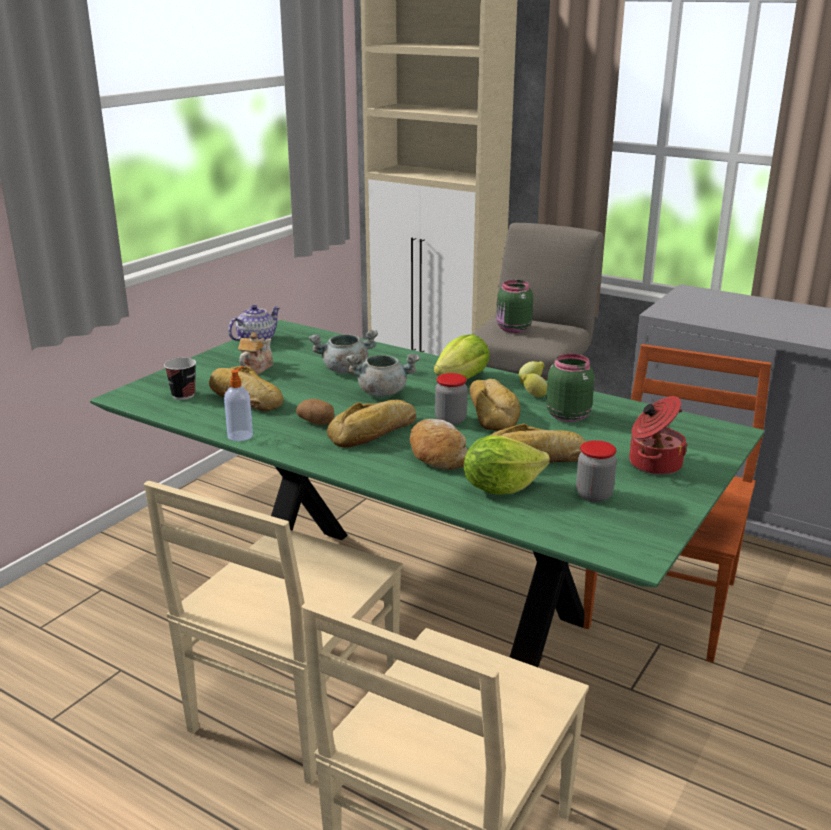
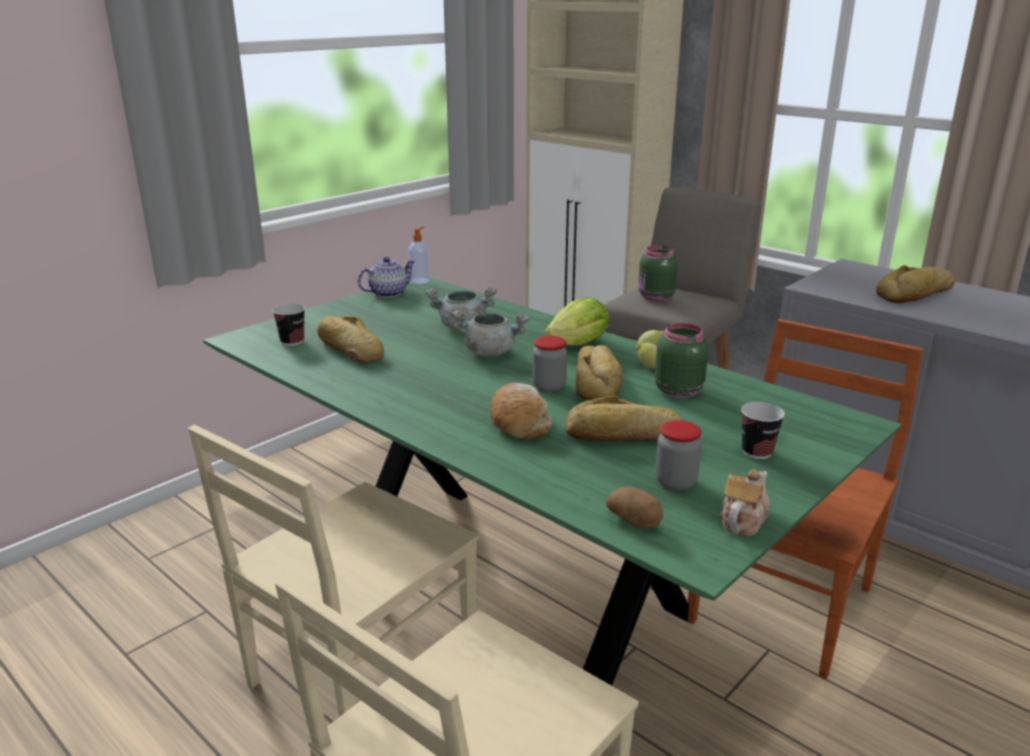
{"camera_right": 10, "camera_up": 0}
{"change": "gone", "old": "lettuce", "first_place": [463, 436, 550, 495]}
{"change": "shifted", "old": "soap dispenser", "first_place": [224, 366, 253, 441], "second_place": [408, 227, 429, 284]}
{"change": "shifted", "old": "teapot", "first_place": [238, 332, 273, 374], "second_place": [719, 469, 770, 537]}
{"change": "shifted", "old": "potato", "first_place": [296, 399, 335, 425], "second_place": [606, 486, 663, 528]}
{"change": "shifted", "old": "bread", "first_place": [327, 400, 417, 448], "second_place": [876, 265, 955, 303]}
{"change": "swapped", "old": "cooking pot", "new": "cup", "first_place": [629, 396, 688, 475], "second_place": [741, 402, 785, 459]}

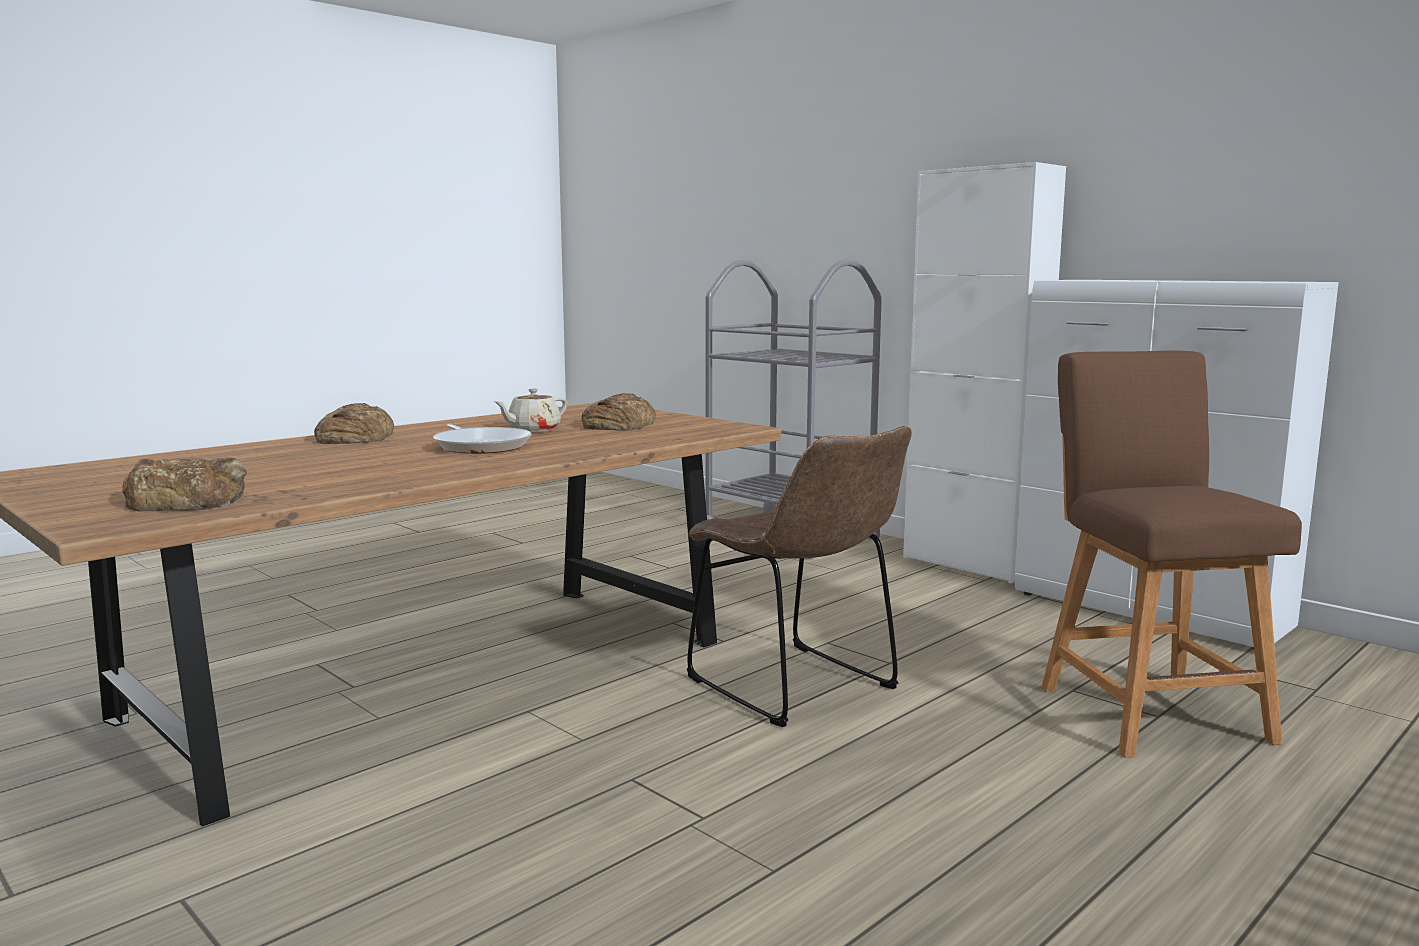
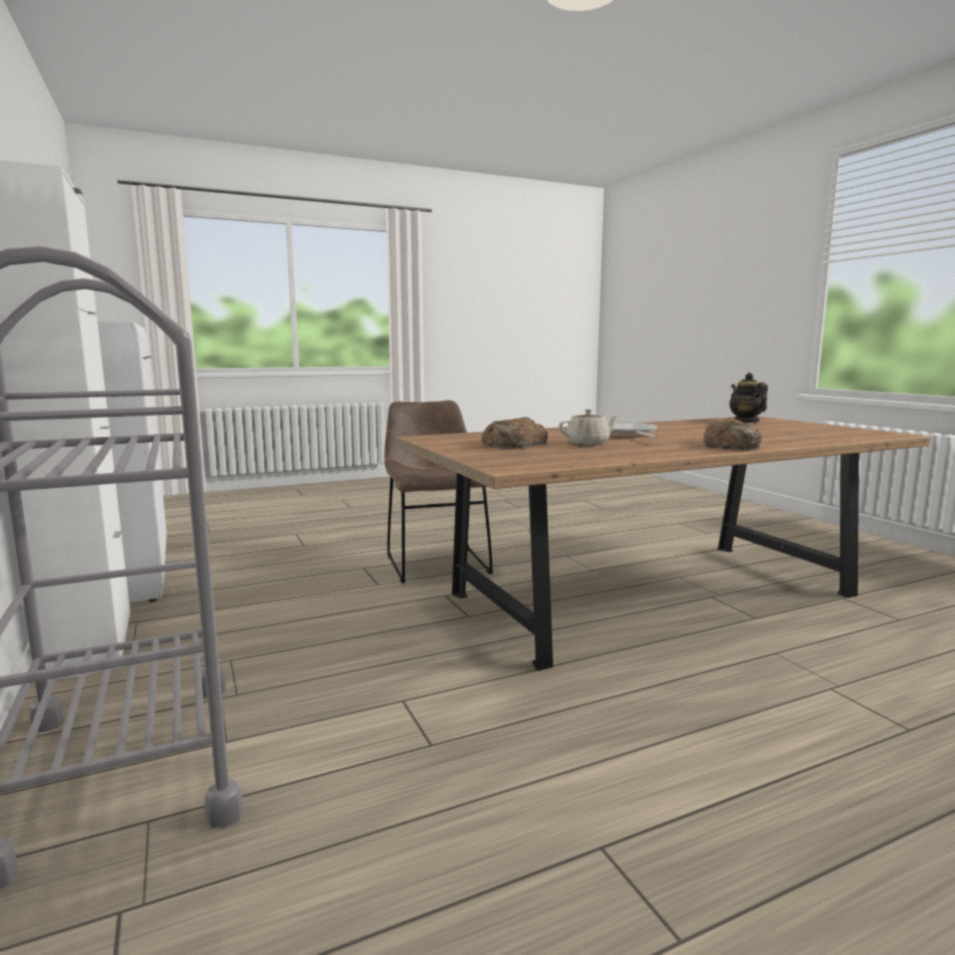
{"camera_right": -160, "camera_up": 0}
{"change": "gone", "old": "brown stool", "first_place": [1041, 351, 1302, 758]}
{"change": "swapped", "old": "bread", "new": "teapot", "first_place": [122, 457, 247, 512], "second_place": [729, 373, 768, 423]}

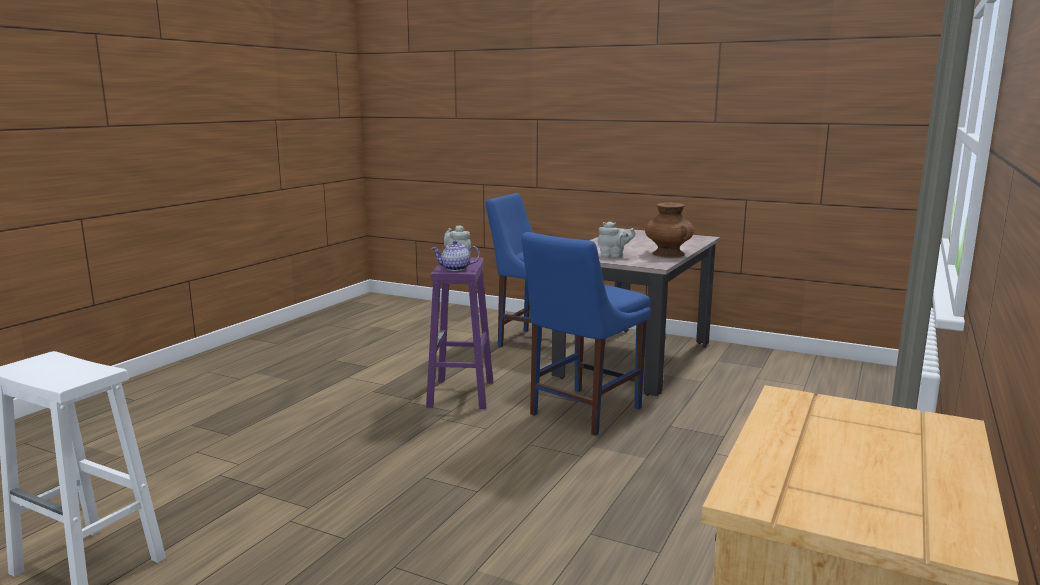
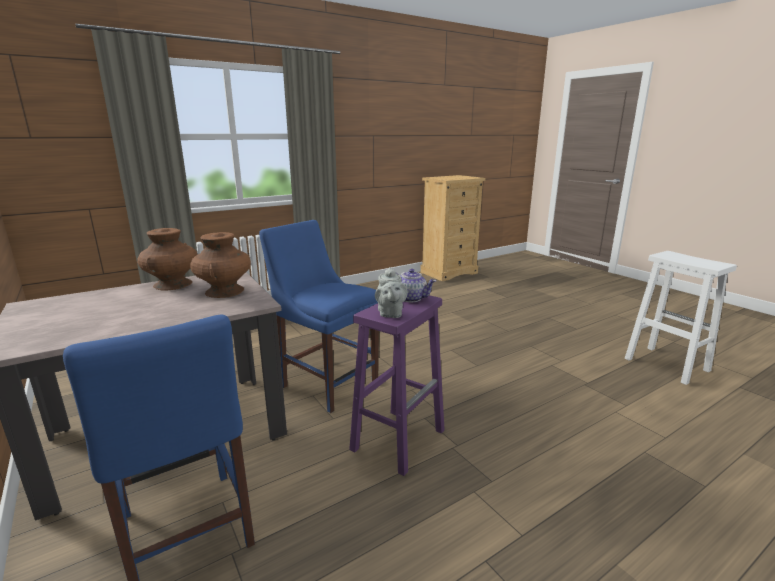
{"camera_right": -150, "camera_up": 5}
{"change": "swapped", "old": "grey teapot", "new": "brown vase", "first_place": [597, 222, 635, 257], "second_place": [190, 232, 251, 298]}
{"change": "rotated", "old": "blue chair", "first_place": [521, 232, 651, 436], "second_place": [259, 220, 379, 413], "degrees": -120}

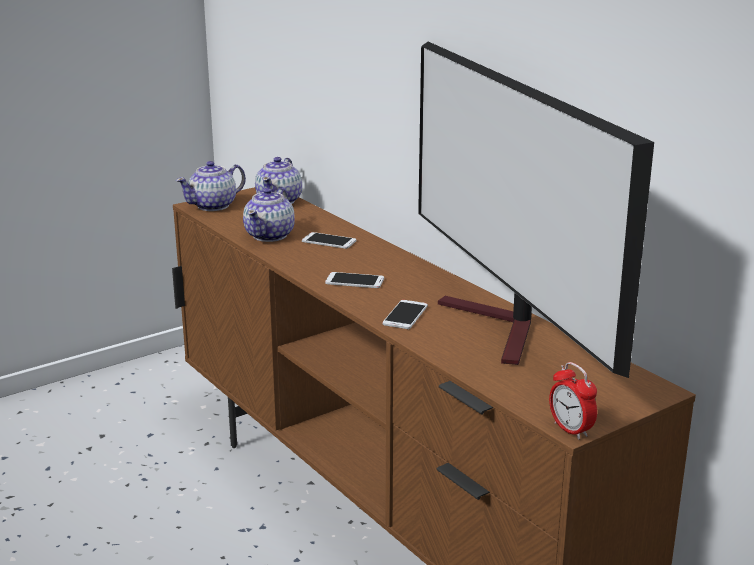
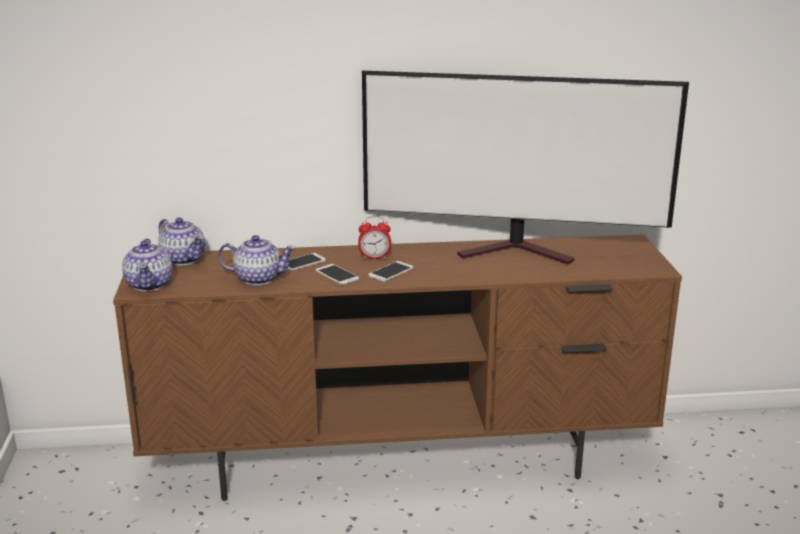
{"camera_right": -60, "camera_up": 0}
{"change": "shifted", "old": "phone", "first_place": [383, 300, 428, 329], "second_place": [316, 264, 359, 285]}
{"change": "shifted", "old": "alarm clock", "first_place": [549, 362, 597, 440], "second_place": [358, 216, 391, 259]}
{"change": "rotated", "old": "teapot", "first_place": [243, 188, 295, 242], "second_place": [218, 235, 296, 285], "degrees": -45}

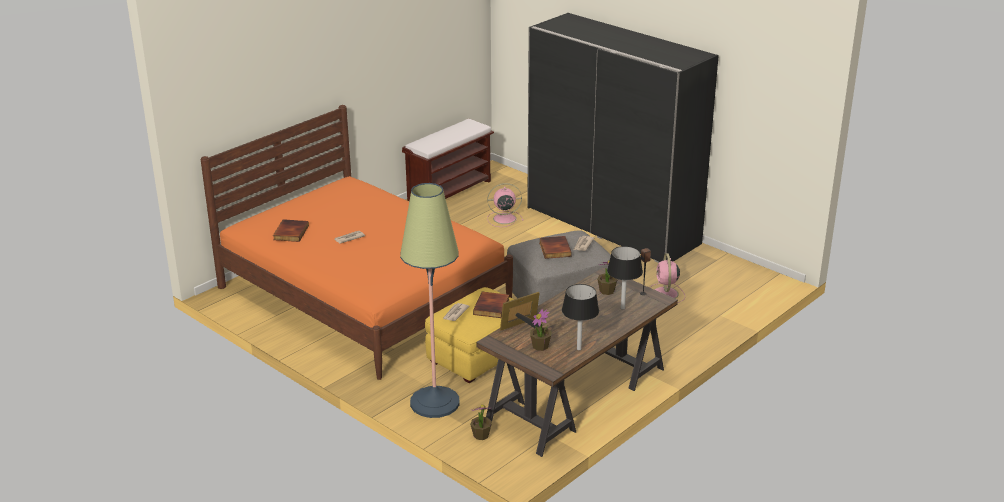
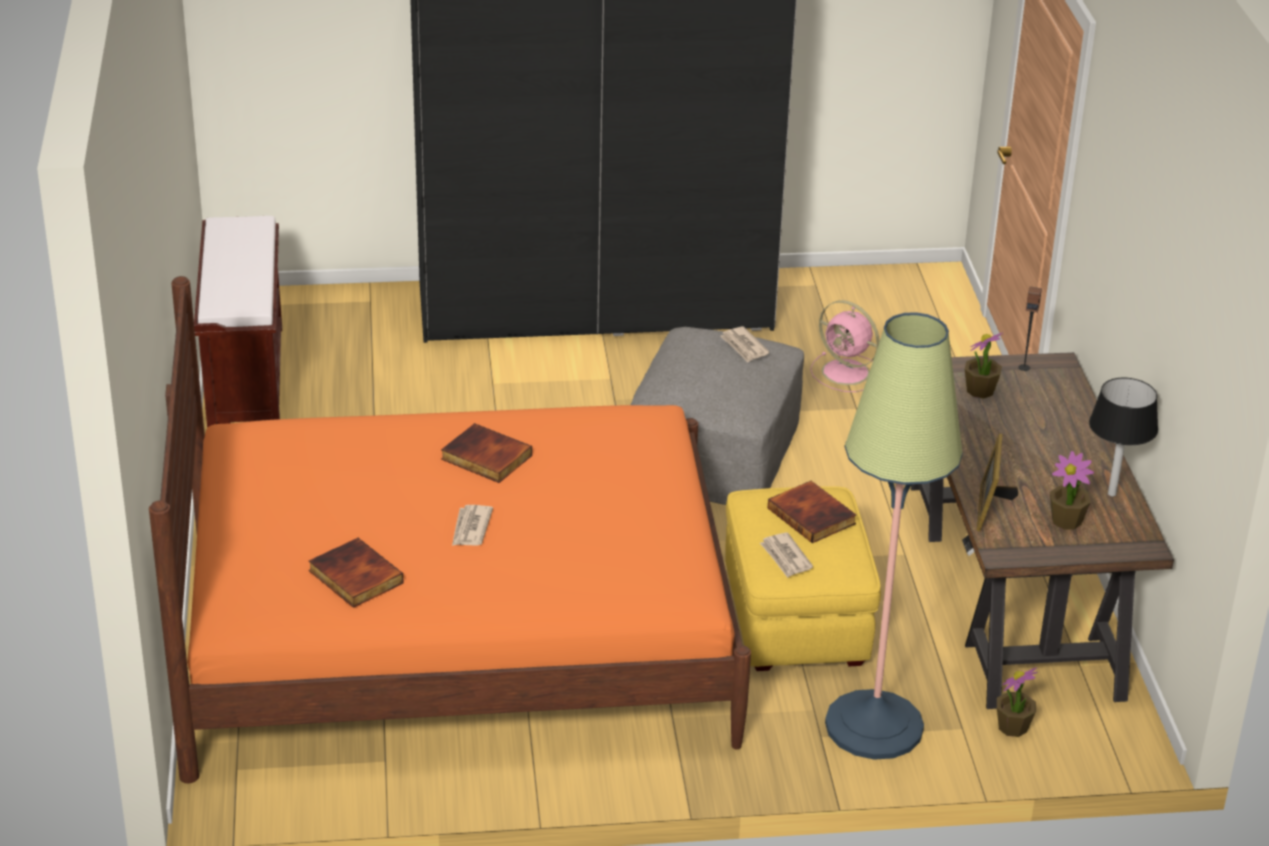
{"camera_right": -50, "camera_up": 5}
{"change": "gone", "old": "pink fan", "first_place": [487, 183, 523, 227]}
{"change": "gone", "old": "black table lamp", "first_place": [607, 246, 643, 310]}
{"change": "shifted", "old": "book", "first_place": [539, 236, 572, 259], "second_place": [441, 423, 532, 483]}

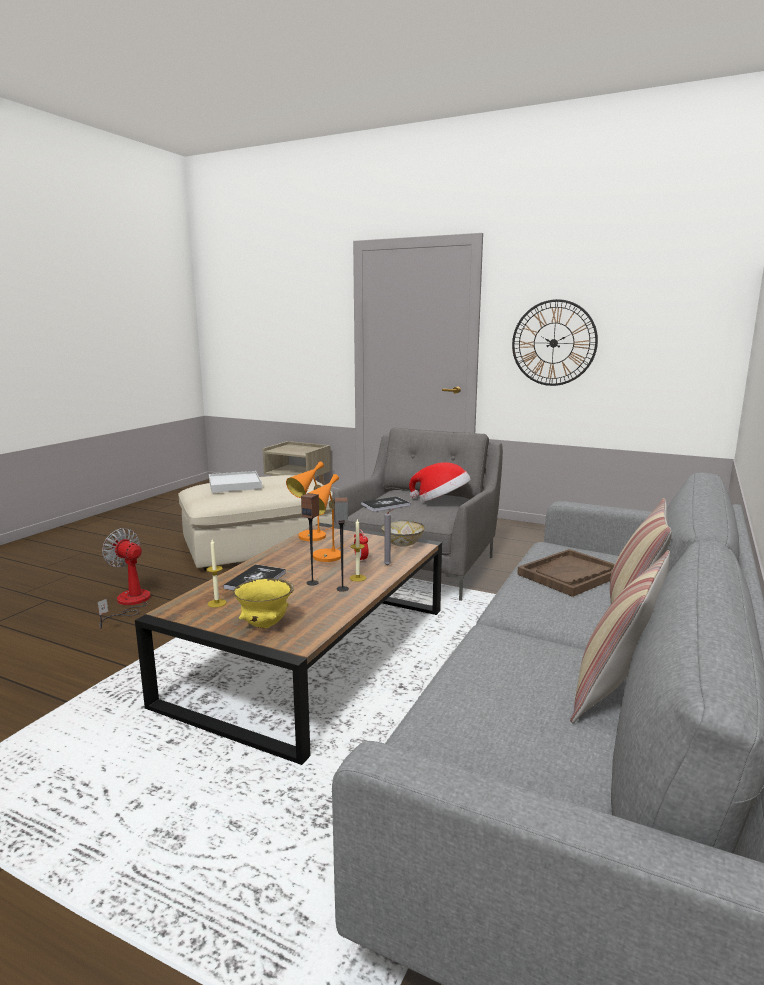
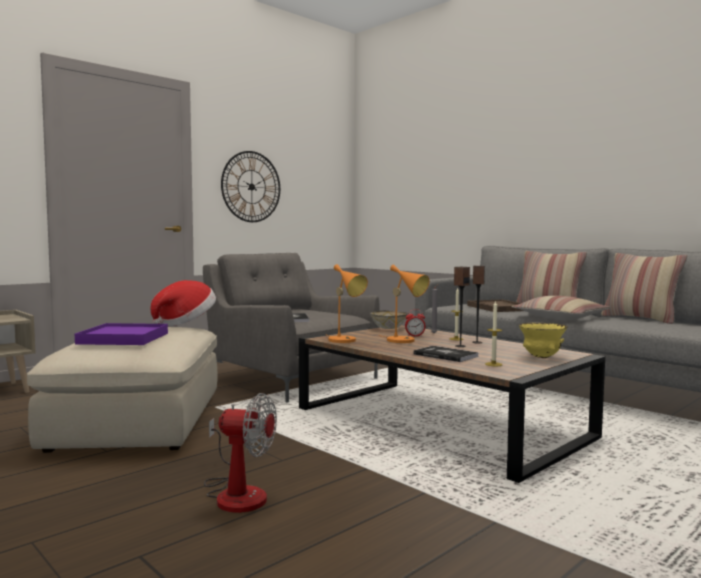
{"camera_right": -70, "camera_up": -10}
{"change": "new", "new": "pillow", "second_place": [512, 296, 610, 320]}
{"change": "shifted", "old": "hat", "first_place": [409, 462, 471, 502], "second_place": [150, 280, 216, 326]}
{"change": "repainted", "old": "white tray", "new": "purple tray", "first_place": [209, 471, 262, 493], "second_place": [75, 323, 168, 345]}
{"change": "rotated", "old": "fan", "first_place": [98, 528, 151, 629], "second_place": [204, 393, 277, 513], "degrees": -135}

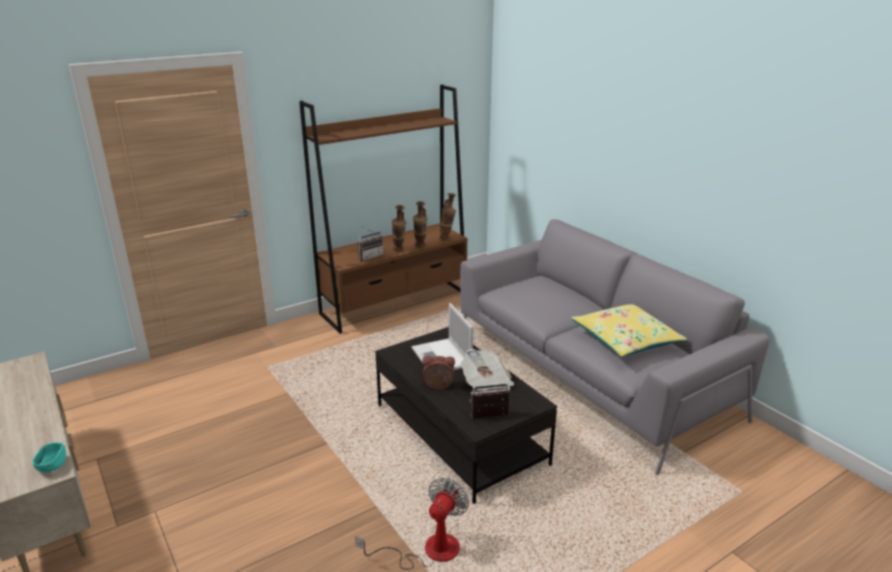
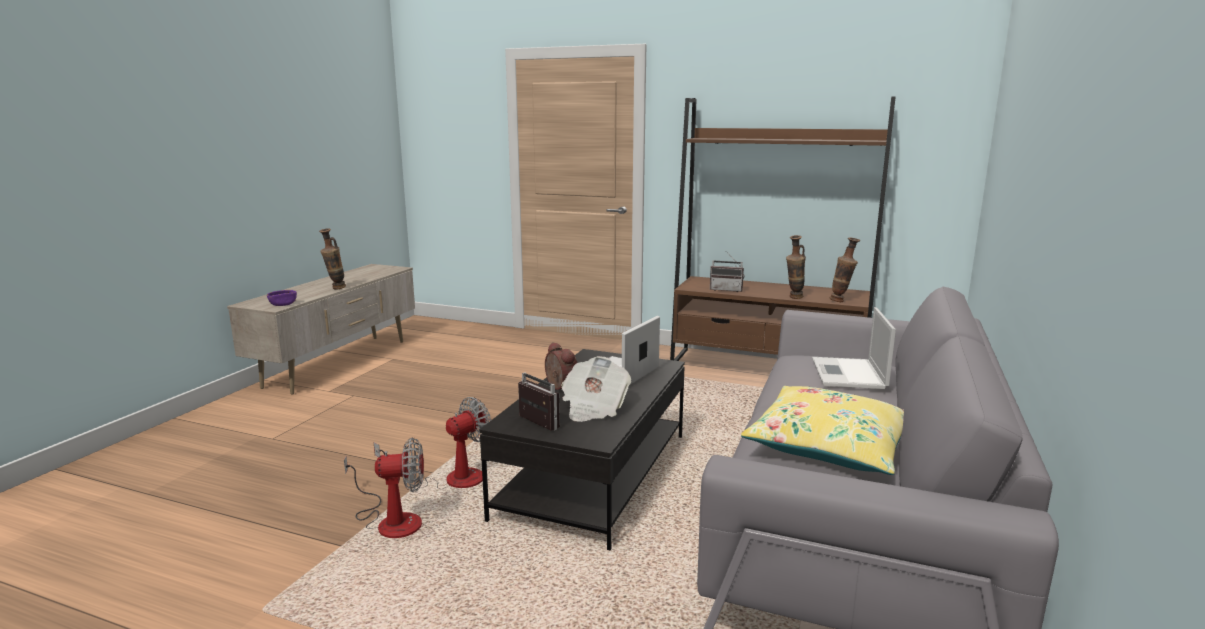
{"camera_right": 55, "camera_up": -10}
{"change": "new", "new": "fan", "second_place": [374, 397, 491, 489]}
{"change": "new", "new": "laptop", "second_place": [812, 307, 896, 389]}
{"change": "shifted", "old": "vase", "first_place": [392, 205, 406, 252], "second_place": [319, 228, 346, 290]}
{"change": "repainted", "old": "turquoise bowl", "new": "purple bowl", "first_place": [32, 442, 66, 472], "second_place": [267, 290, 297, 306]}

